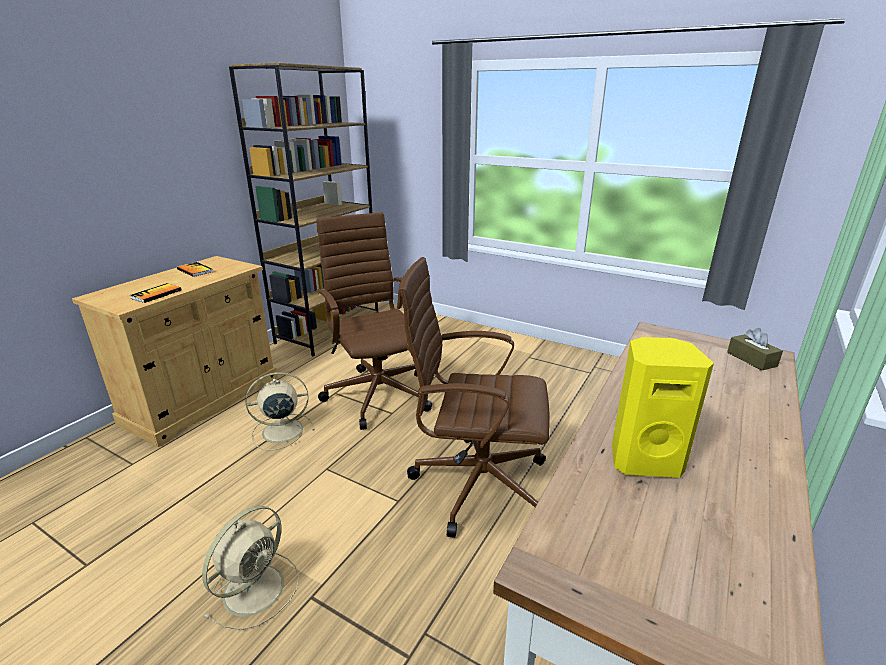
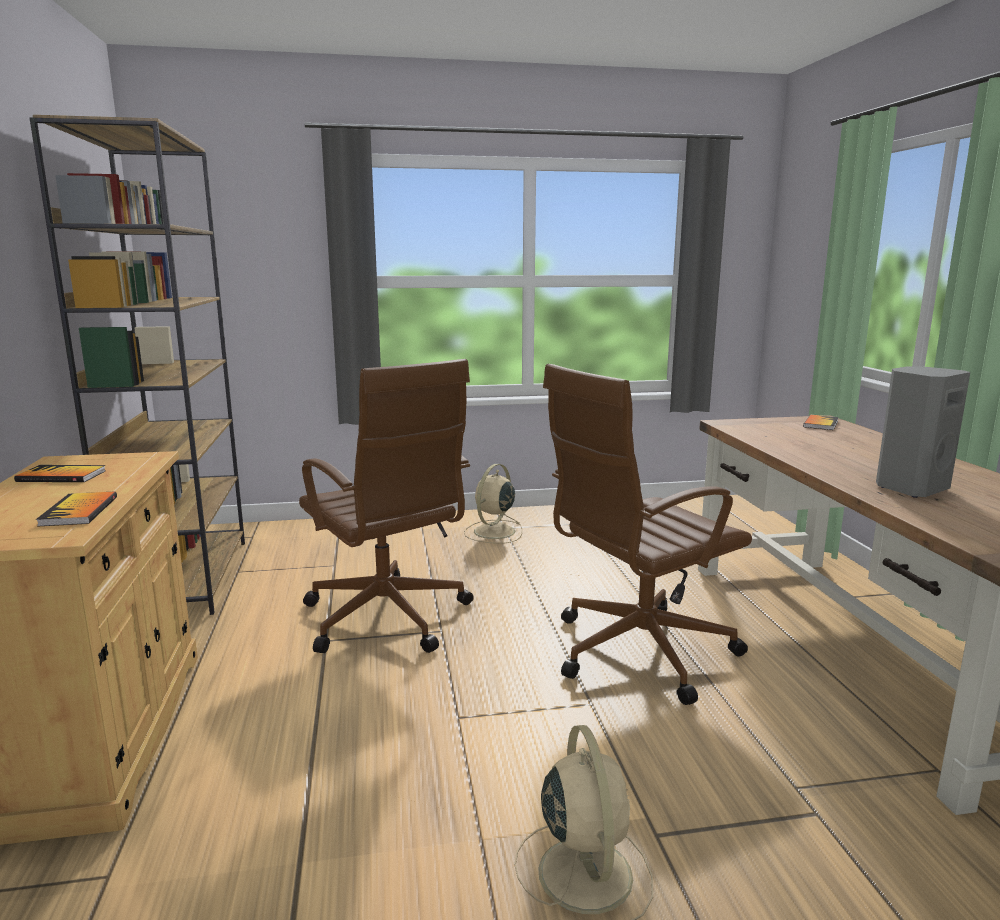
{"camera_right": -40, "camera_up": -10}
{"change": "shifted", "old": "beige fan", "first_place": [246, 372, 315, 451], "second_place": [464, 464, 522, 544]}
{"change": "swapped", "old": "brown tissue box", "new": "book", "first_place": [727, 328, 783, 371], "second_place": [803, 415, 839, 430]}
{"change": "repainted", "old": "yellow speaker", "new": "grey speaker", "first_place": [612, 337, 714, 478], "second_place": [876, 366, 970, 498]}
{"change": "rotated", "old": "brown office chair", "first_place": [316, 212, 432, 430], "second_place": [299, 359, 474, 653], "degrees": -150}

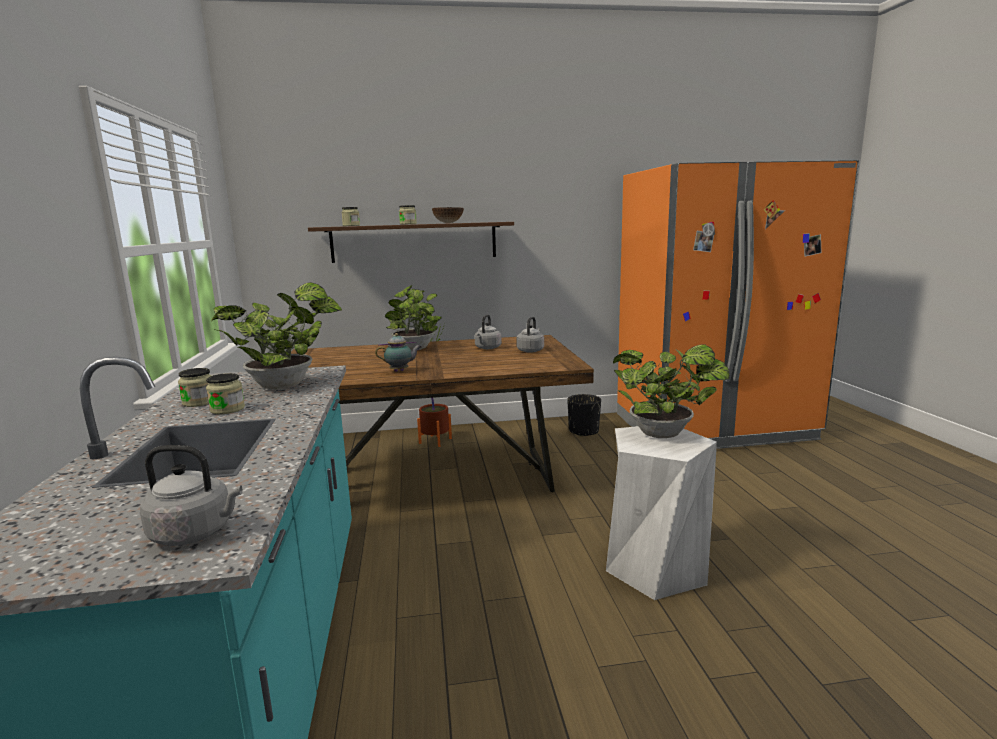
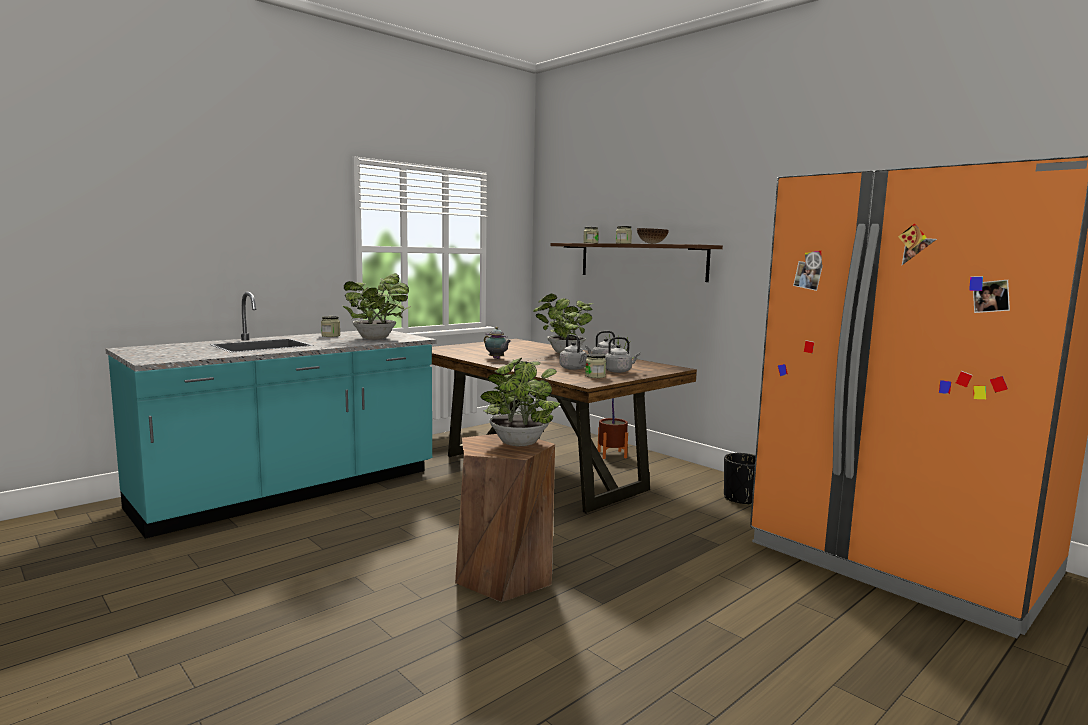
{"camera_right": 55, "camera_up": -5}
{"change": "shifted", "old": "grey kettle", "first_place": [140, 445, 242, 546], "second_place": [559, 334, 587, 370]}
{"change": "shifted", "old": "jar", "first_place": [206, 373, 245, 414], "second_place": [585, 353, 606, 378]}
{"change": "repainted", "old": "white stool", "new": "brown stool", "first_place": [606, 426, 717, 600], "second_place": [455, 434, 555, 602]}

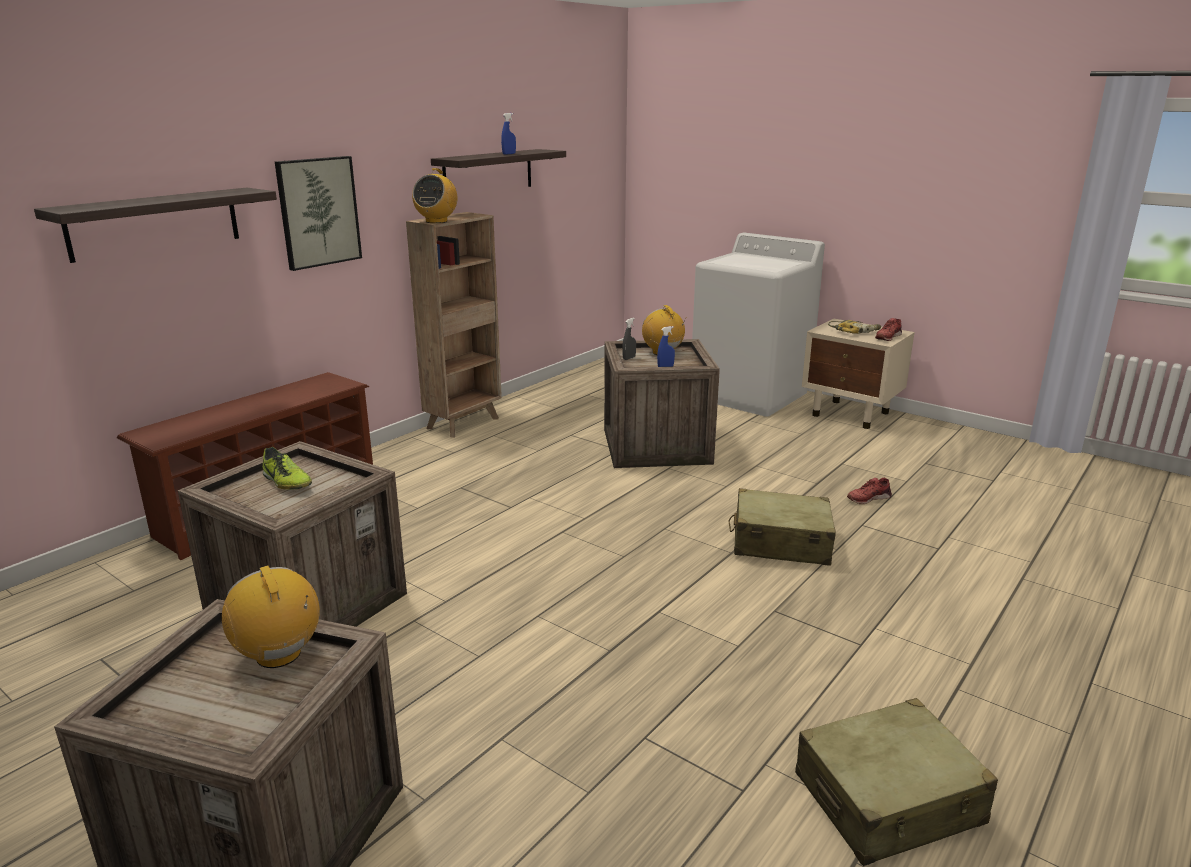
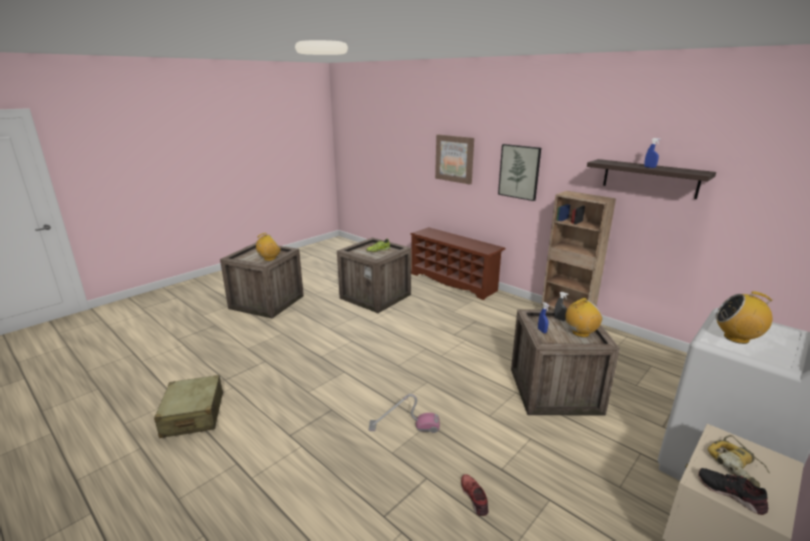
{"camera_right": 95, "camera_up": 0}
{"change": "shifted", "old": "radio", "first_place": [412, 168, 458, 223], "second_place": [716, 291, 773, 344]}
{"change": "swapped", "old": "shelf", "new": "picture", "first_place": [34, 188, 277, 263], "second_place": [435, 135, 474, 185]}
{"change": "swapped", "old": "beige suitcase", "new": "vacuum cleaner", "first_place": [728, 488, 836, 566], "second_place": [369, 394, 440, 433]}
{"change": "repainted", "old": "red shoe", "new": "black shoe", "first_place": [875, 318, 902, 341], "second_place": [698, 468, 768, 515]}

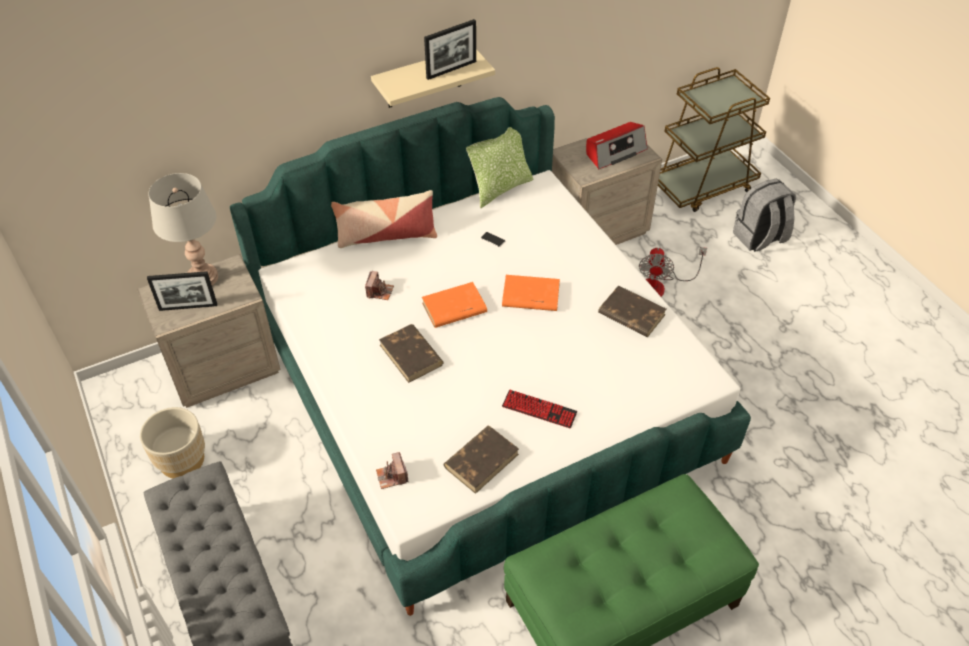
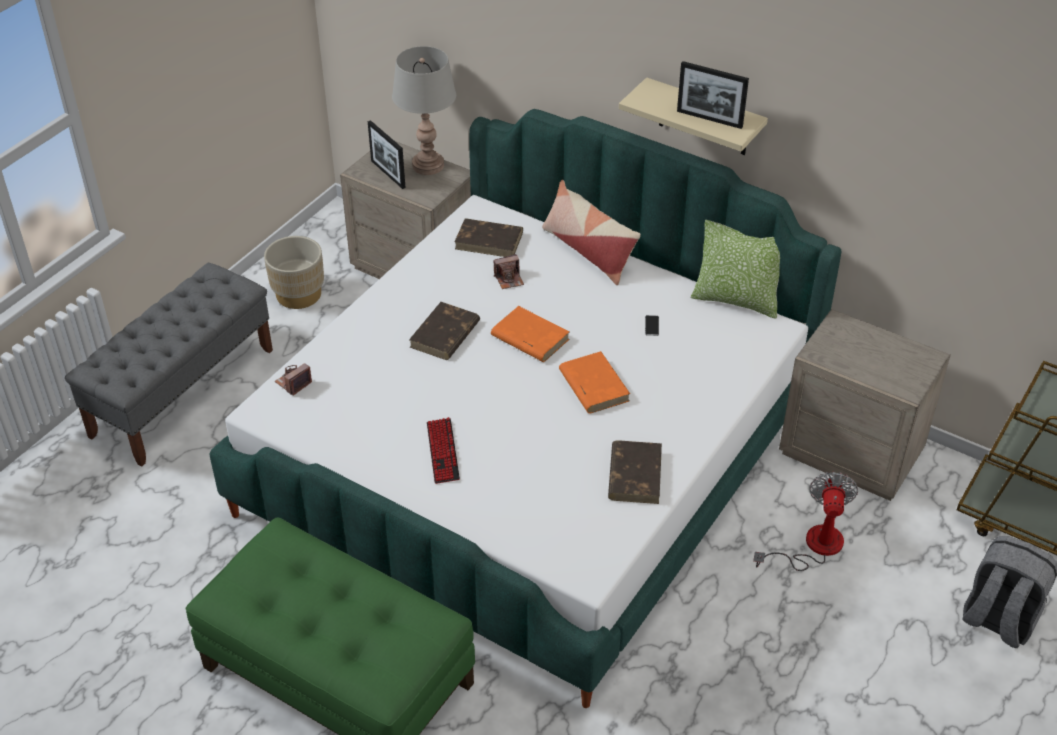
{"camera_right": 60, "camera_up": -5}
{"change": "gone", "old": "radio", "first_place": [586, 122, 648, 169]}
{"change": "shifted", "old": "brown book", "first_place": [443, 426, 519, 494], "second_place": [454, 218, 523, 257]}
{"change": "rotated", "old": "fan", "first_place": [639, 247, 707, 297], "second_place": [753, 472, 858, 571], "degrees": 120}

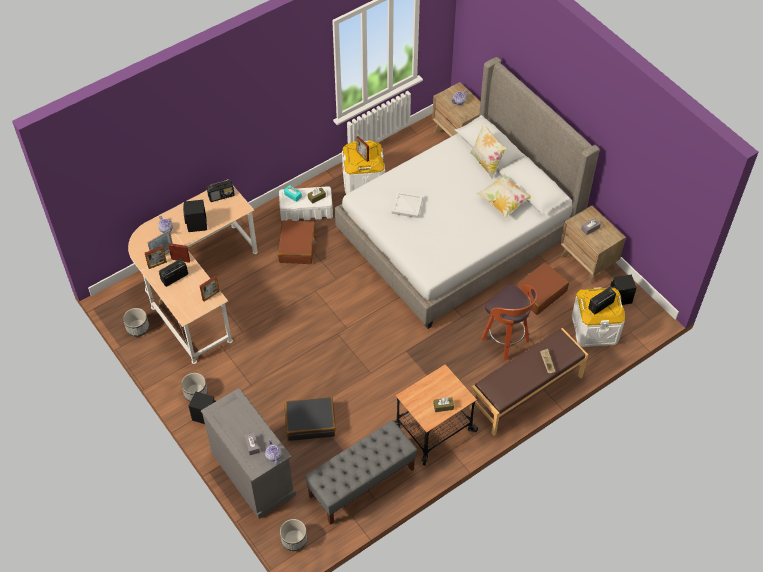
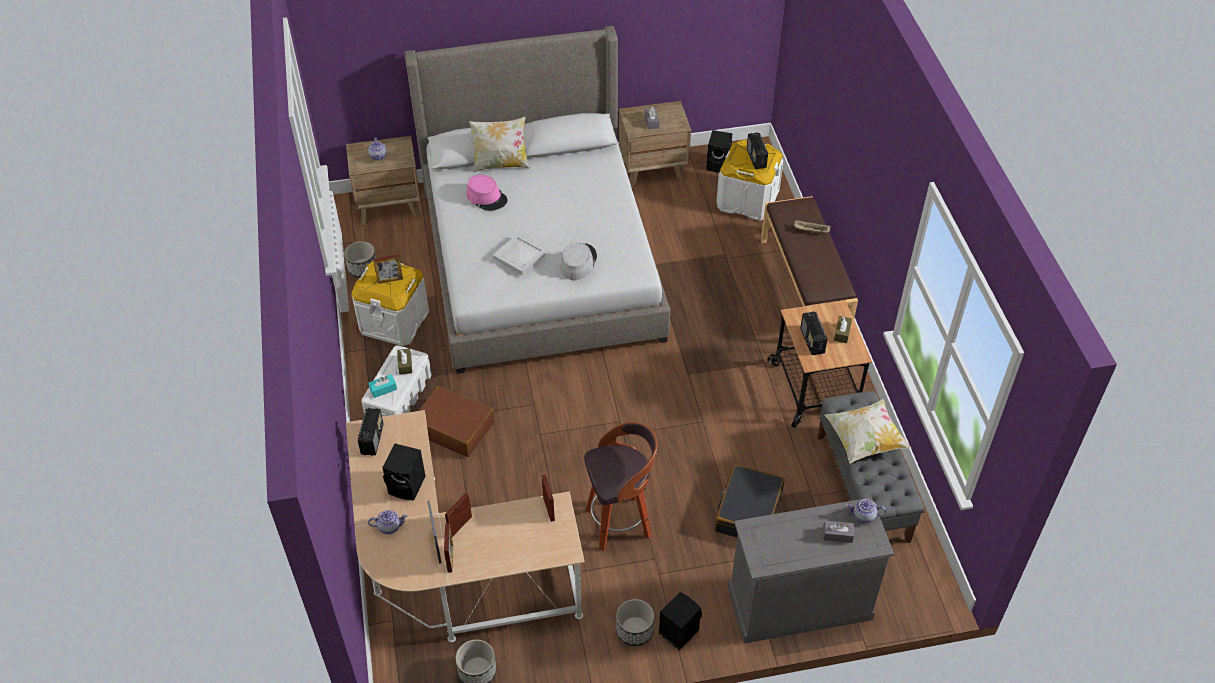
{"camera_right": -65, "camera_up": -5}
{"change": "gone", "old": "brown suitcase", "first_place": [516, 262, 569, 315]}
{"change": "new", "new": "pink hat", "second_place": [466, 175, 507, 211]}
{"change": "new", "new": "grey hat", "second_place": [560, 243, 597, 280]}
{"change": "shifted", "old": "radio", "first_place": [159, 259, 188, 287], "second_place": [800, 311, 827, 355]}
{"change": "shifted", "old": "planter", "first_place": [280, 519, 307, 551], "second_place": [344, 241, 376, 278]}
{"change": "shifted", "old": "pillow", "first_place": [476, 174, 531, 218], "second_place": [825, 399, 911, 463]}
{"change": "shifted", "old": "stool", "first_place": [482, 285, 537, 360], "second_place": [584, 422, 658, 551]}

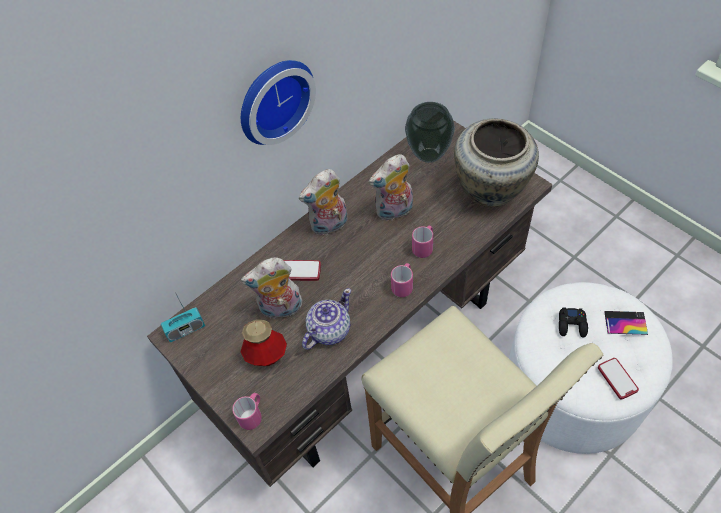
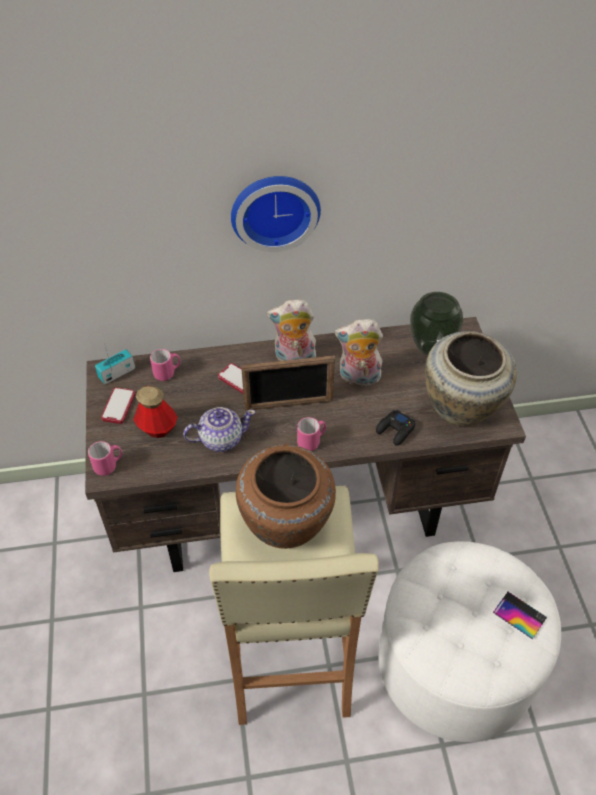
{"camera_right": 30, "camera_up": -5}
{"change": "gone", "old": "plush toy", "first_place": [241, 257, 302, 319]}
{"change": "new", "new": "brown vase", "second_place": [236, 445, 336, 549]}
{"change": "new", "new": "picture frame", "second_place": [241, 356, 335, 411]}
{"change": "shifted", "old": "pink mug", "first_place": [412, 226, 433, 258], "second_place": [150, 349, 181, 381]}
{"change": "shifted", "old": "black game controller", "first_place": [559, 307, 588, 338], "second_place": [376, 410, 415, 446]}
{"change": "shifted", "old": "phone", "first_place": [598, 358, 639, 399], "second_place": [101, 388, 135, 424]}
{"change": "rotated", "old": "radio", "first_place": [161, 292, 205, 342], "second_place": [95, 349, 135, 384], "degrees": 135}

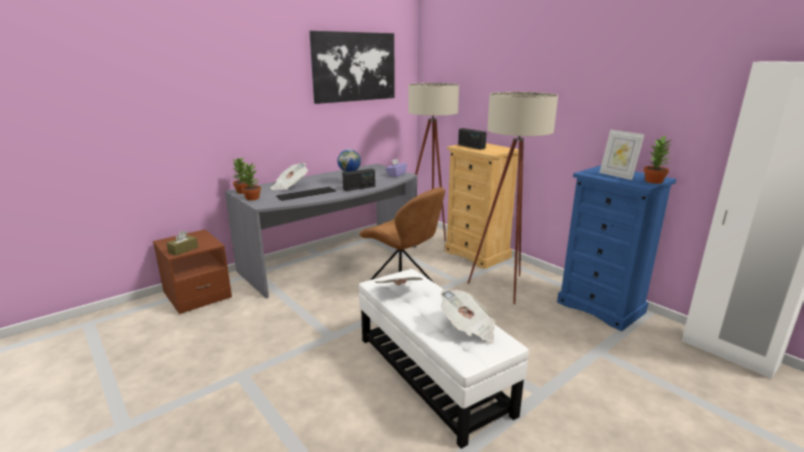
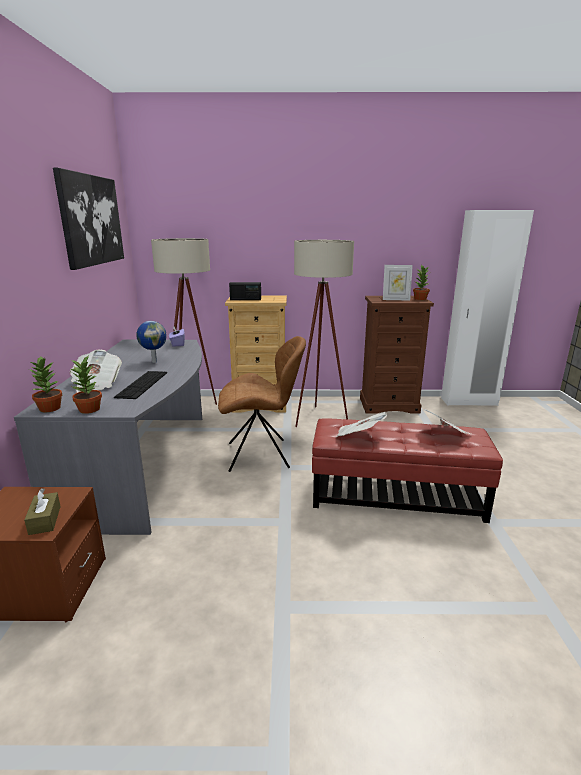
{"camera_right": -50, "camera_up": 0}
{"change": "gone", "old": "radio", "first_place": [342, 169, 375, 191]}
{"change": "repainted", "old": "white ottoman", "new": "red ottoman", "first_place": [359, 269, 529, 449], "second_place": [312, 419, 503, 523]}
{"change": "repainted", "old": "blue dresser", "new": "brown dresser", "first_place": [557, 165, 676, 331], "second_place": [360, 296, 434, 414]}

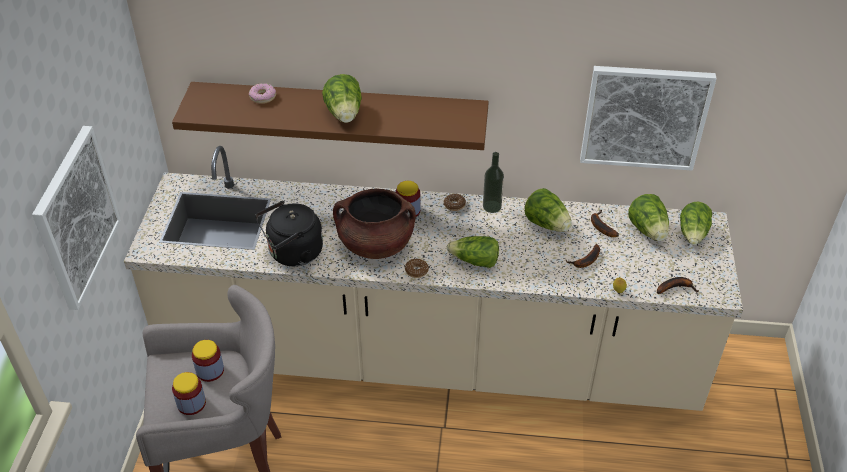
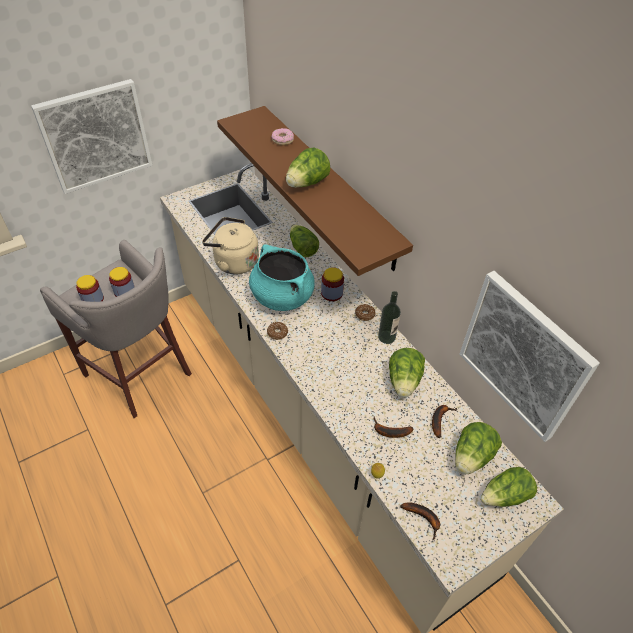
{"camera_right": 50, "camera_up": 5}
{"change": "shifted", "old": "lettuce", "first_place": [447, 236, 499, 268], "second_place": [290, 224, 319, 257]}
{"change": "repainted", "old": "black kettle", "new": "beige kettle", "first_place": [255, 201, 323, 267], "second_place": [202, 217, 259, 274]}
{"change": "repainted", "old": "brown cooking pot", "new": "turquoise cooking pot", "first_place": [333, 188, 416, 259], "second_place": [249, 244, 315, 311]}

